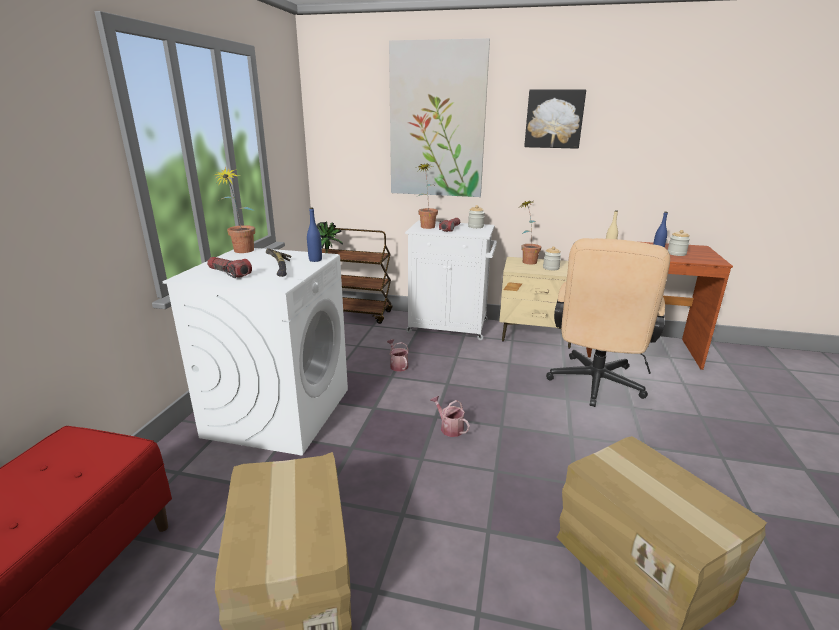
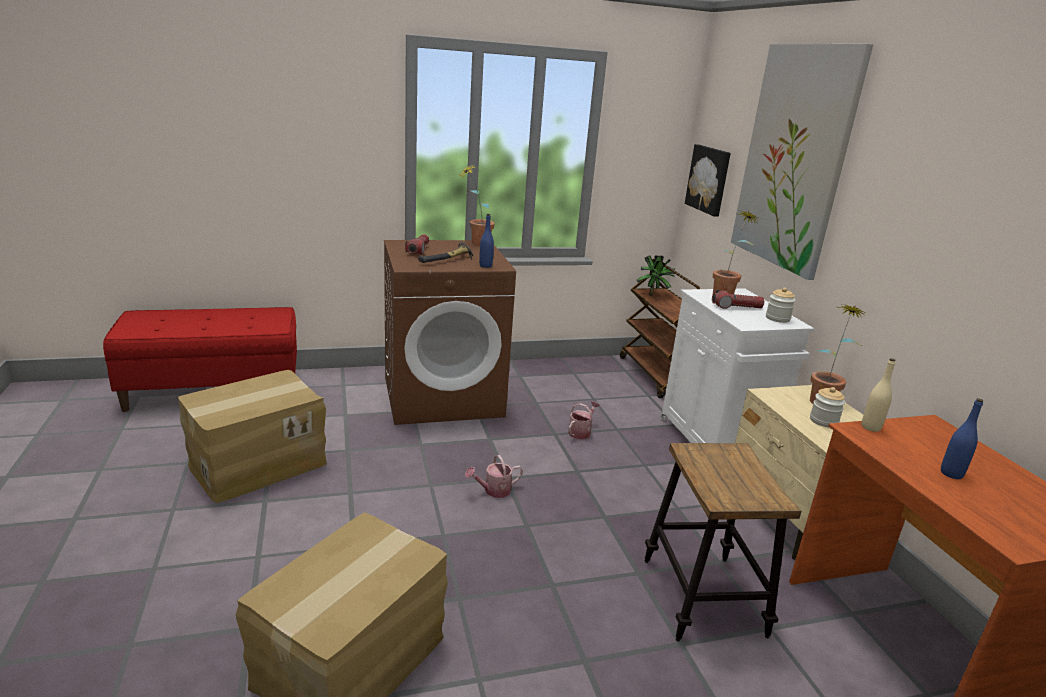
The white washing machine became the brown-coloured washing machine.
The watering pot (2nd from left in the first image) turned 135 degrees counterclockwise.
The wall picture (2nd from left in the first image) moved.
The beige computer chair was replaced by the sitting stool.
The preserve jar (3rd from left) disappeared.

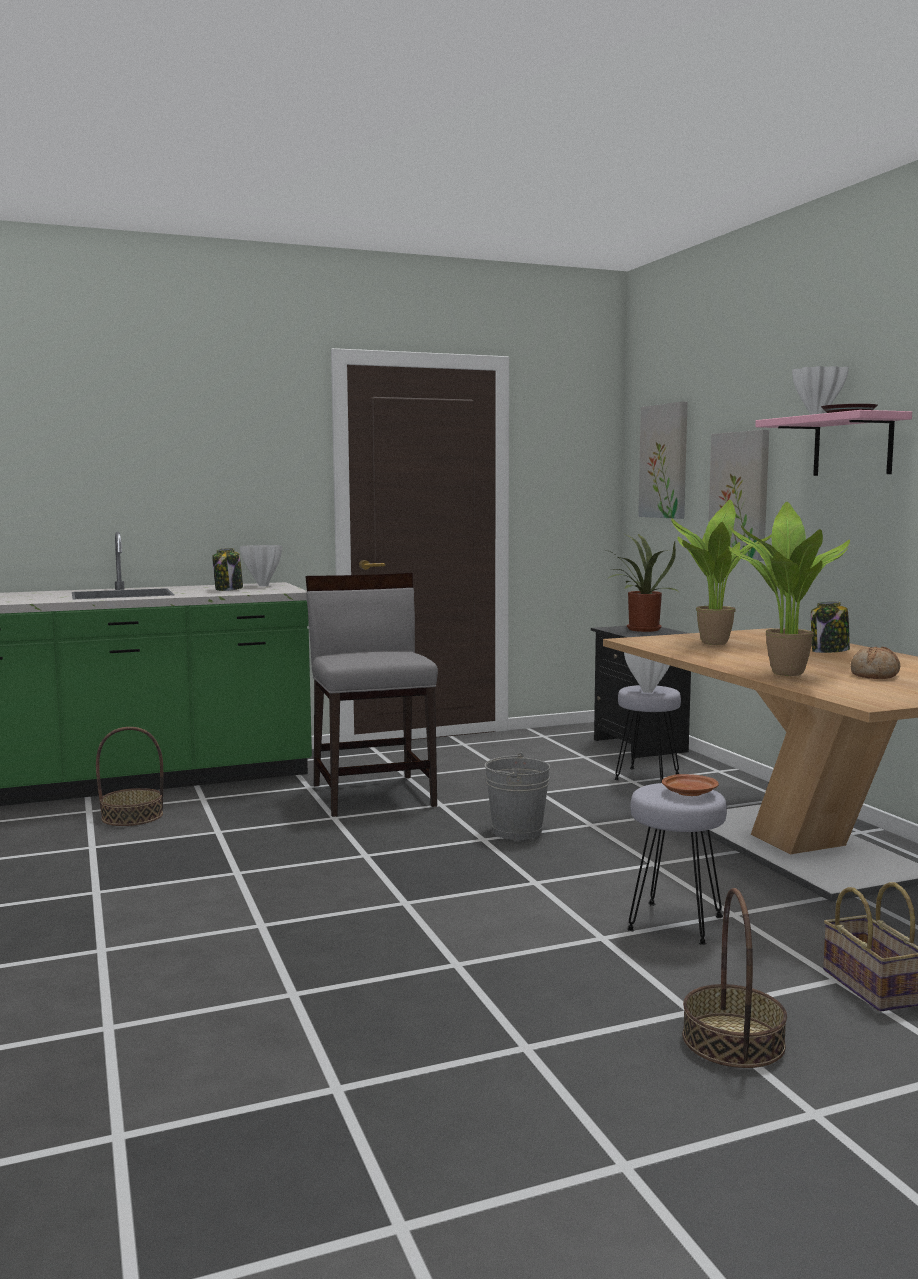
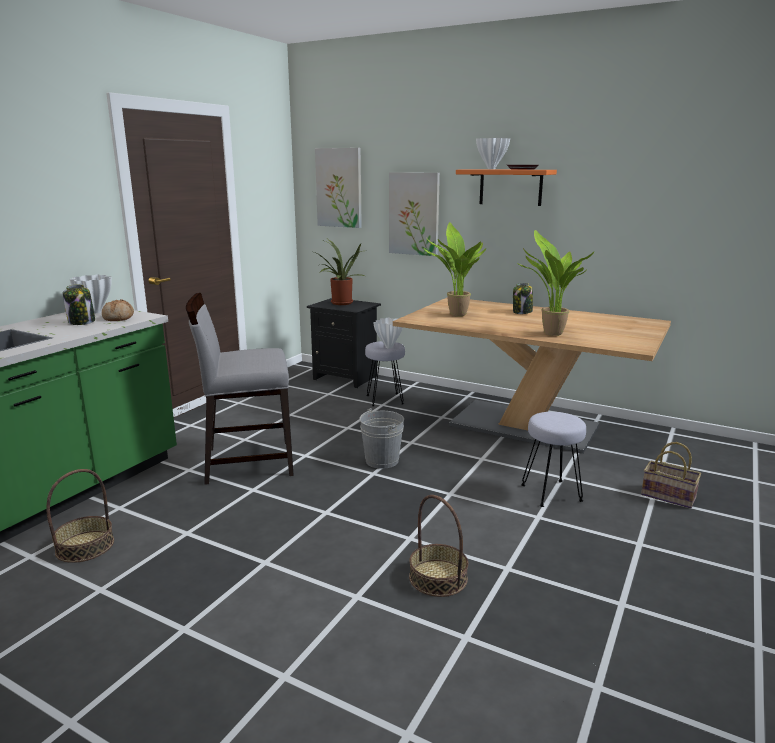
The gray upright chair turned 45 degrees counterclockwise.
The brown-coloured flat dish (1st from left) disappeared.
The storage basket (2nd from left) moved.
The pink-coloured wall shelf became the orange wall shelf.
The bakery bread moved.

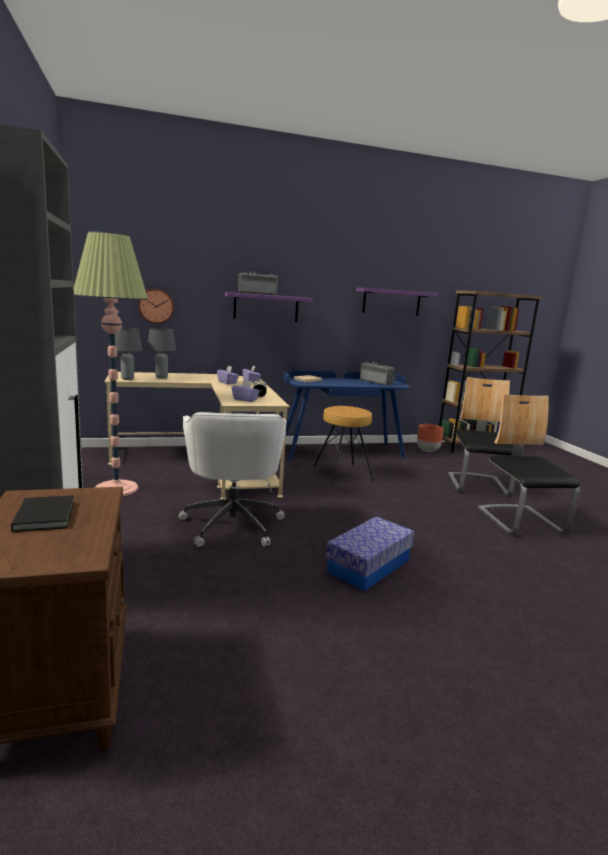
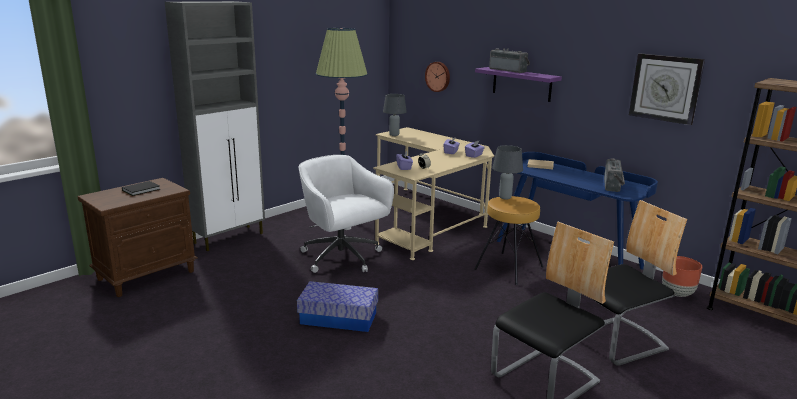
The gray tabletop lamp (2nd from left) moved.
The white computer chair turned 90 degrees clockwise.
The purplish wall shelf (2nd from left) was replaced by the hanging clock (2nd from left).

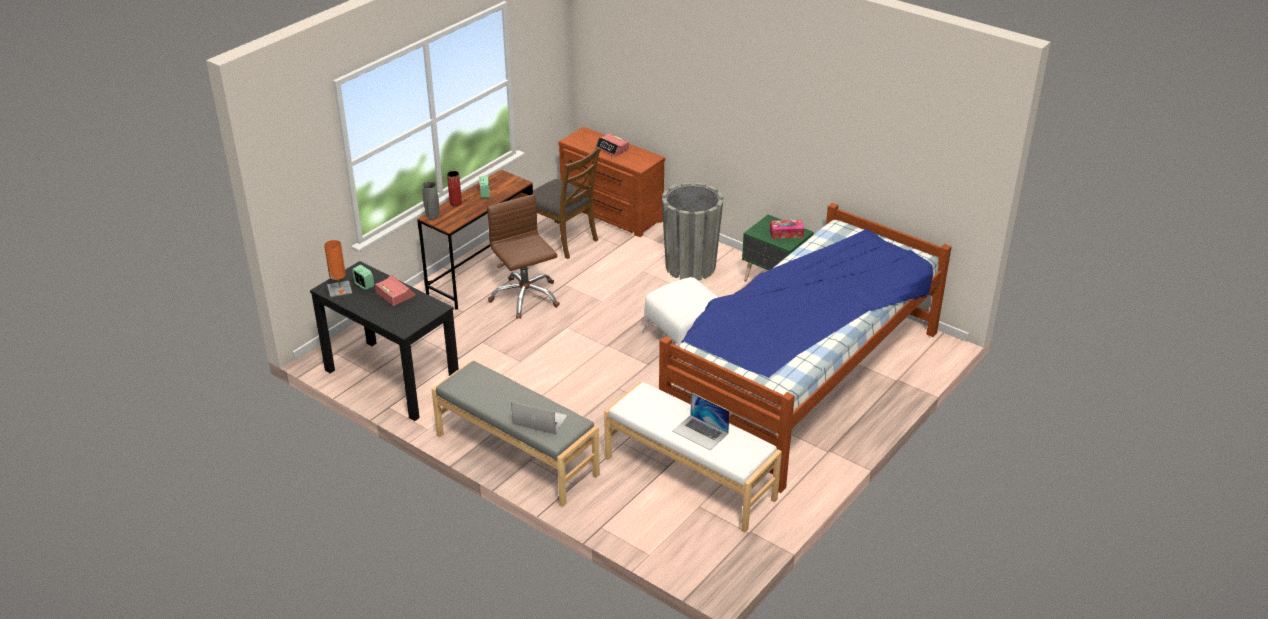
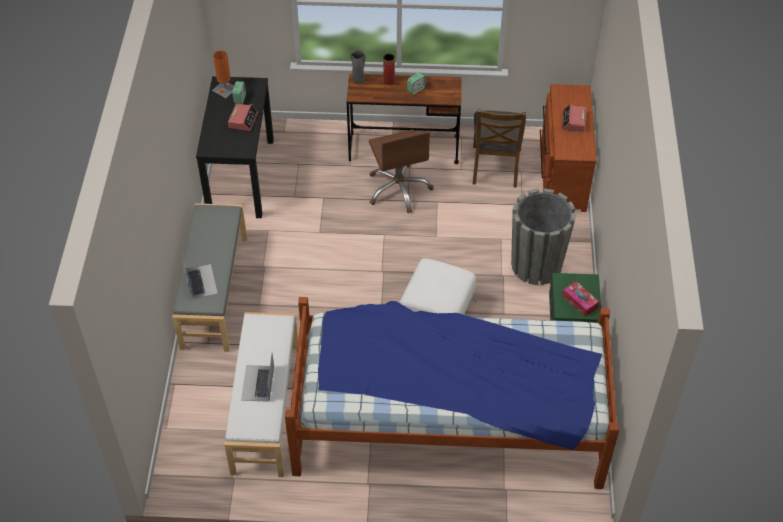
The brown-coloured computer chair turned 135 degrees clockwise.

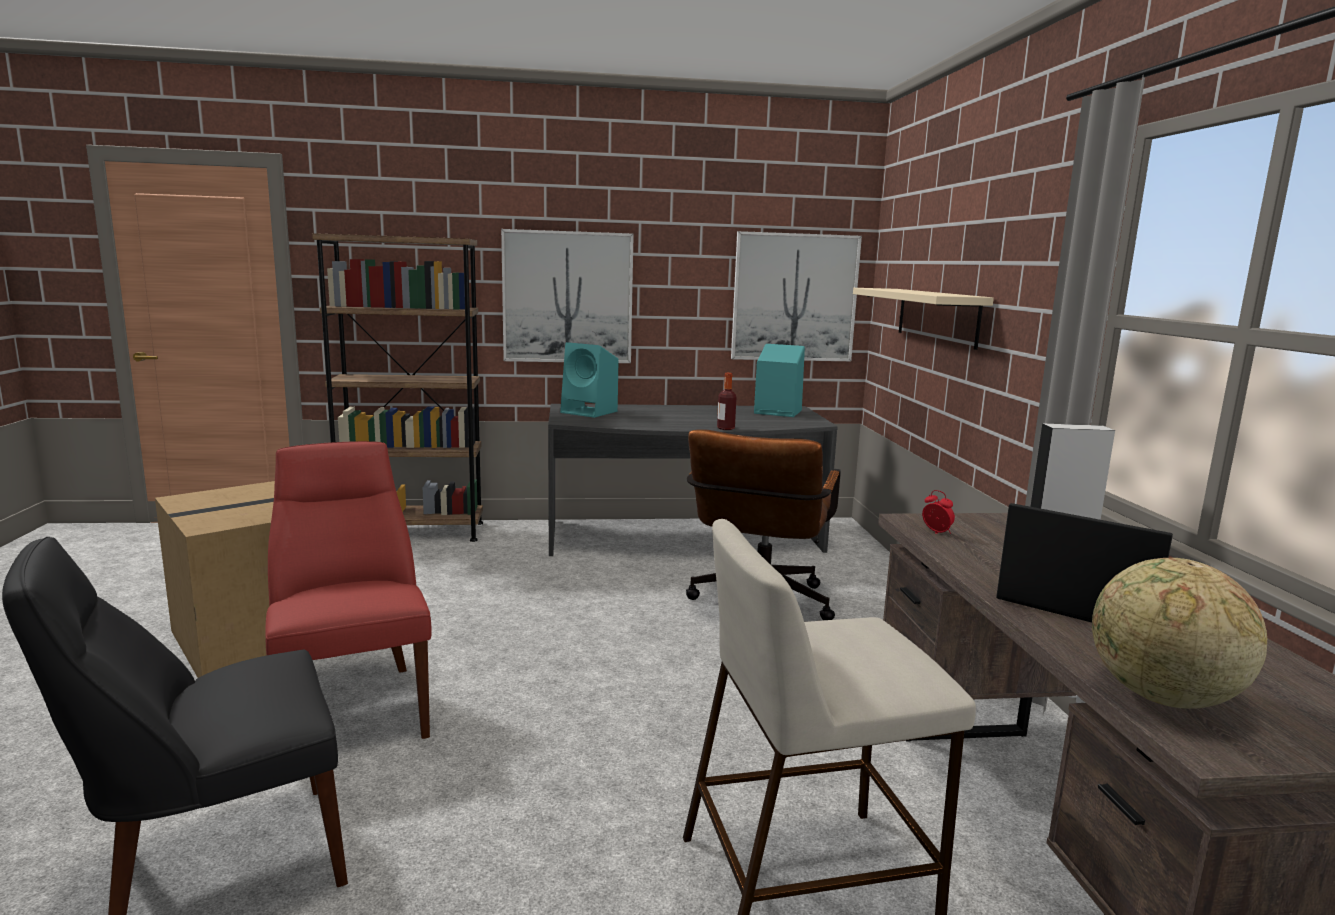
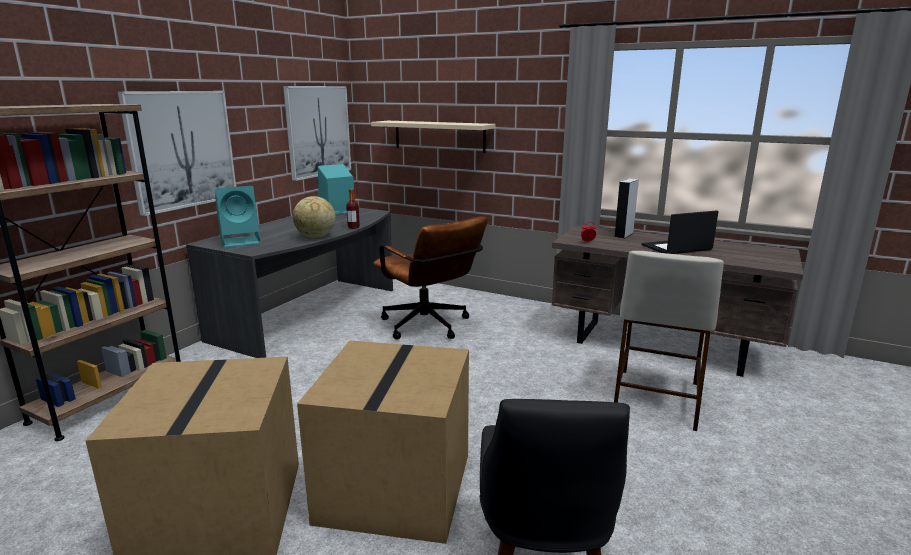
The reddish upright chair was replaced by the carton (2nd from left).
The desk globe moved.

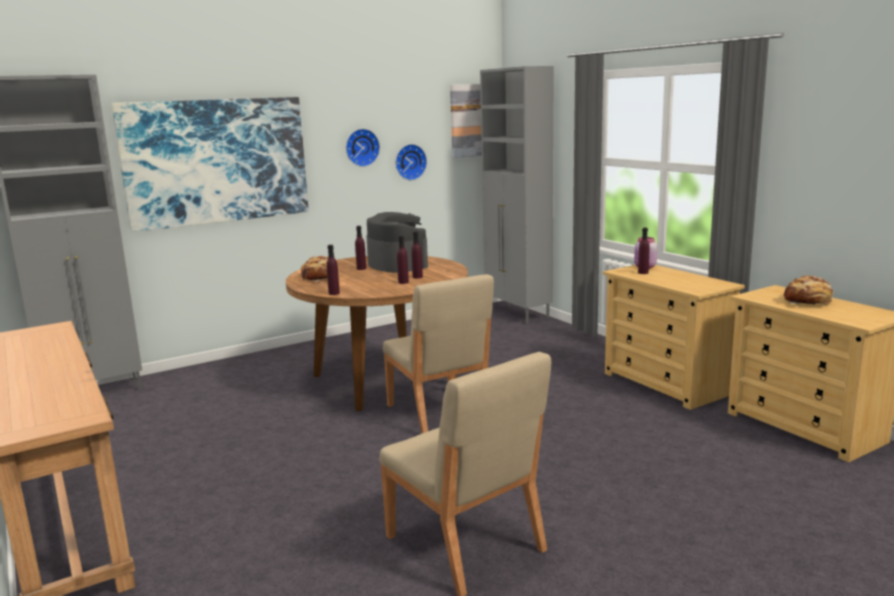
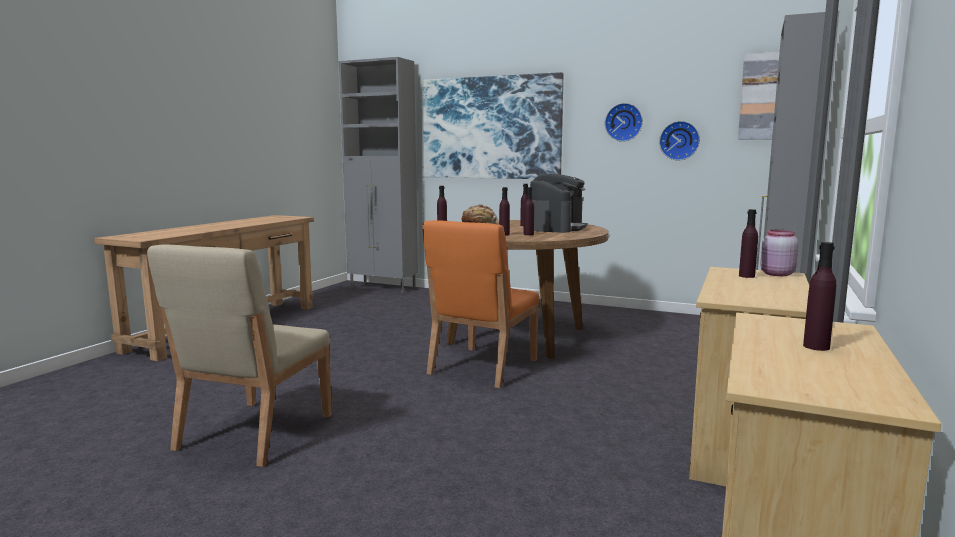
The beige upright chair (1st from left) became the orange upright chair.
The bakery bread (2nd from left) was replaced by the purplish drink bottle (6th from left).

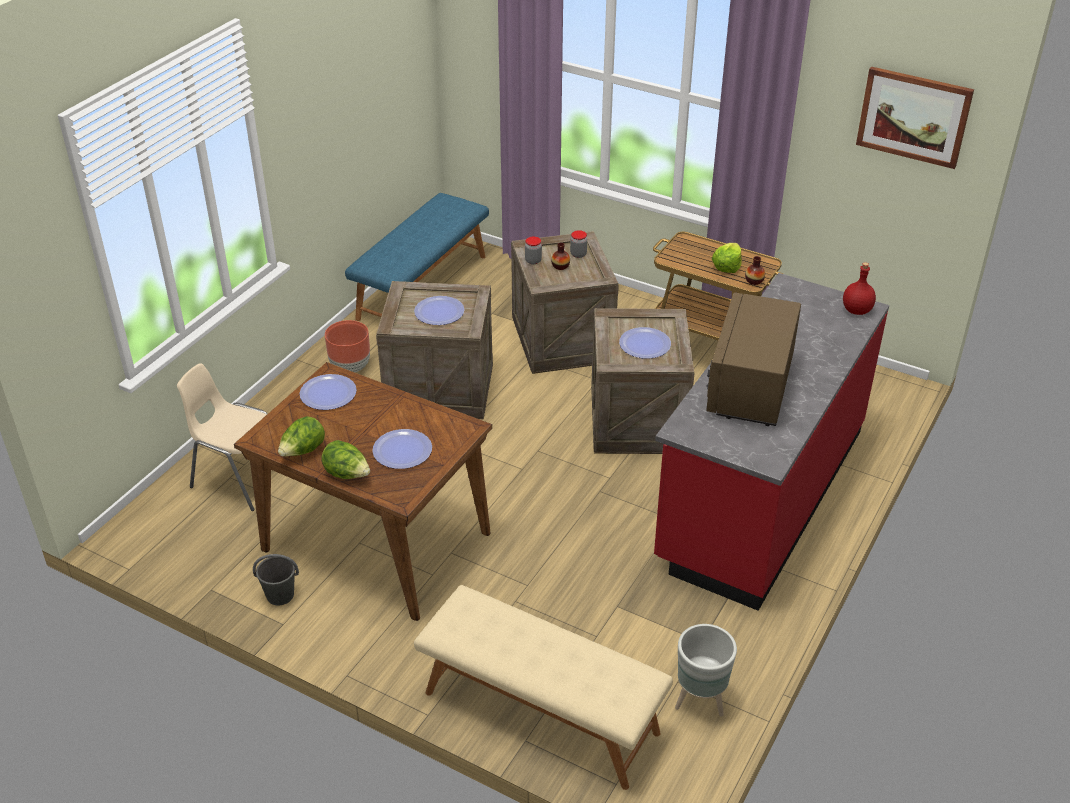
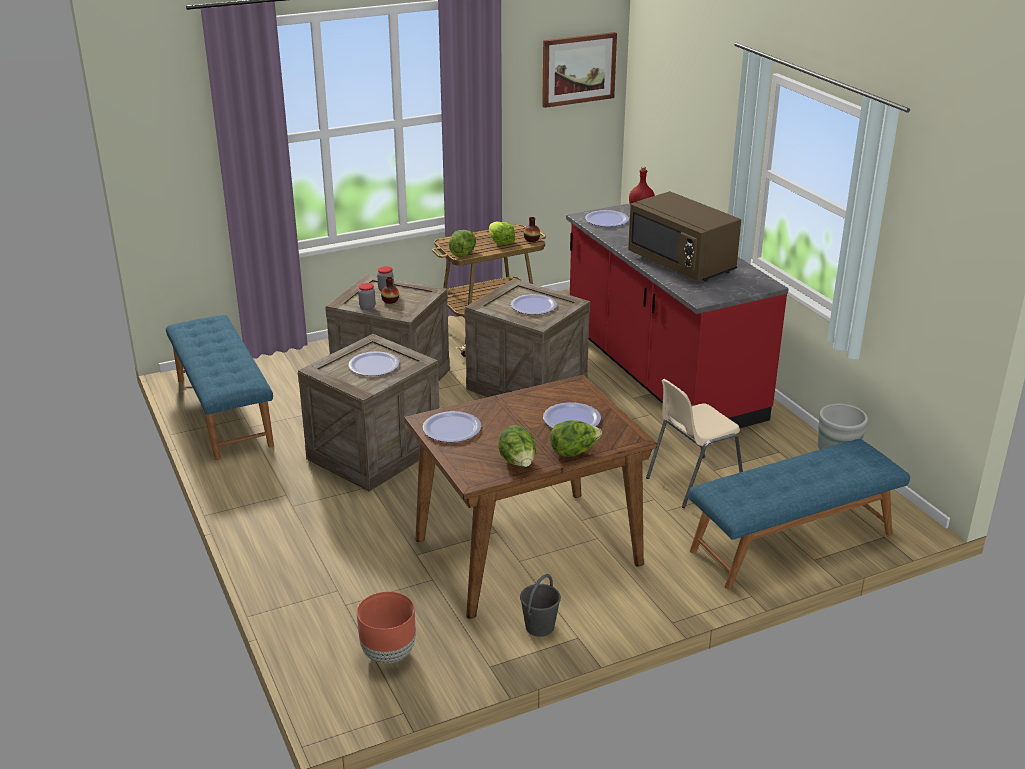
The beige upright chair moved.
The brown-coloured planter moved.
The beige indoor bench became the blue indoor bench (2nd from left).
The lettuce (1st from left) appeared.
The flat dish (5th from left) appeared.

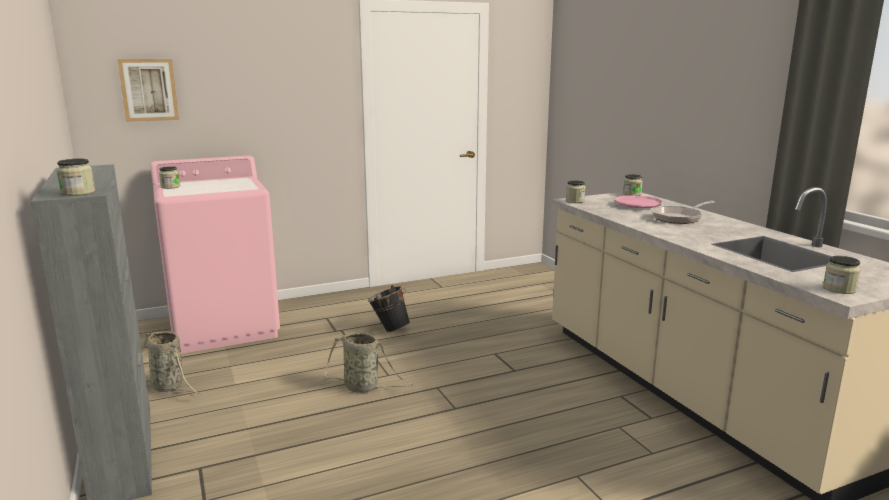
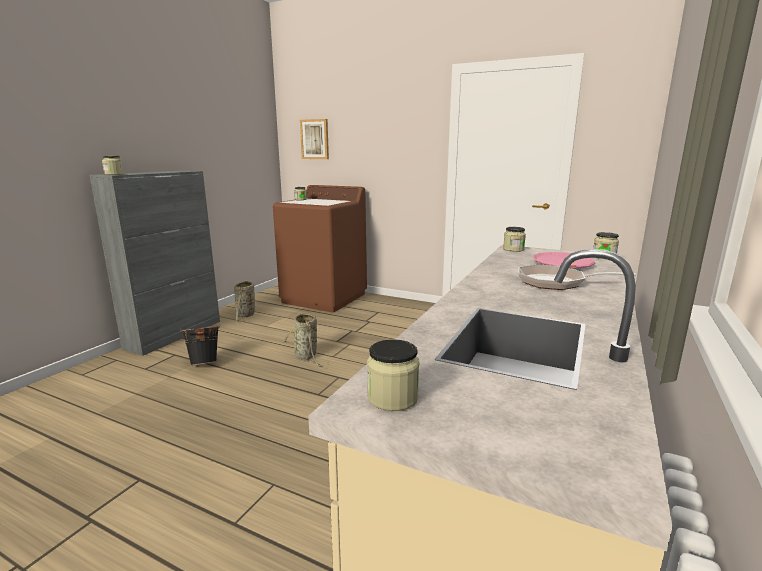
The pink-coloured washing machine became the brown-coloured washing machine.
The blackish water bucket moved.

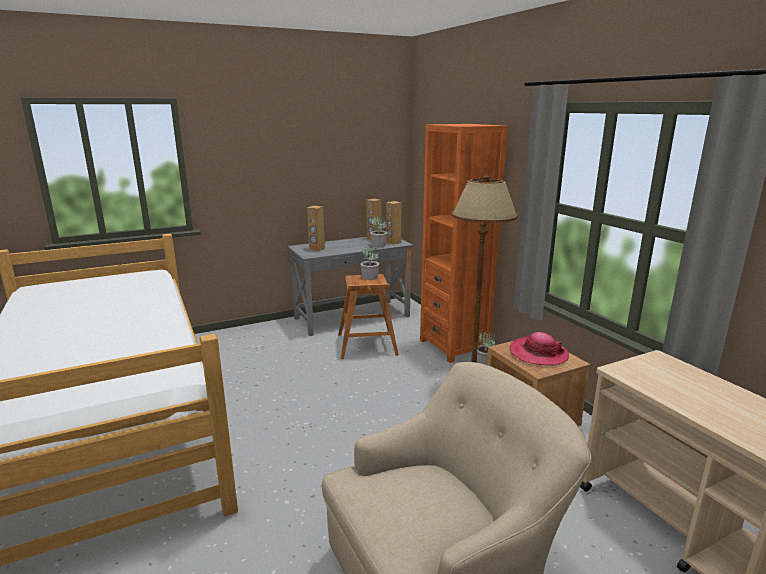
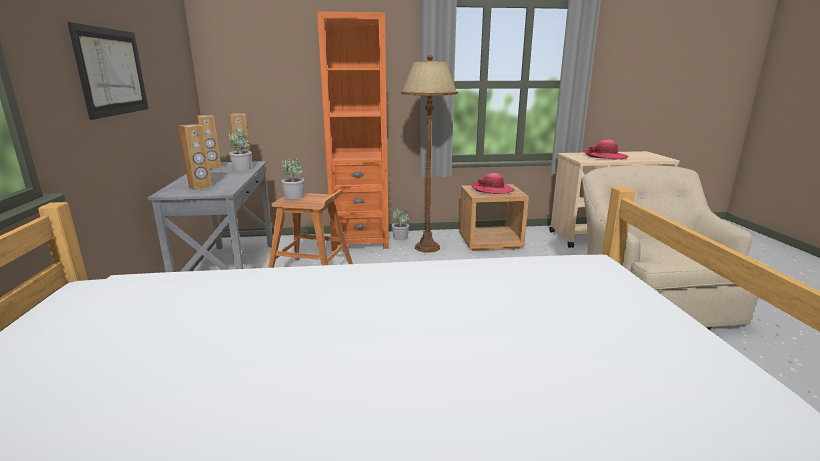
The wall picture appeared.
The wearable hat (2nd from left) appeared.

